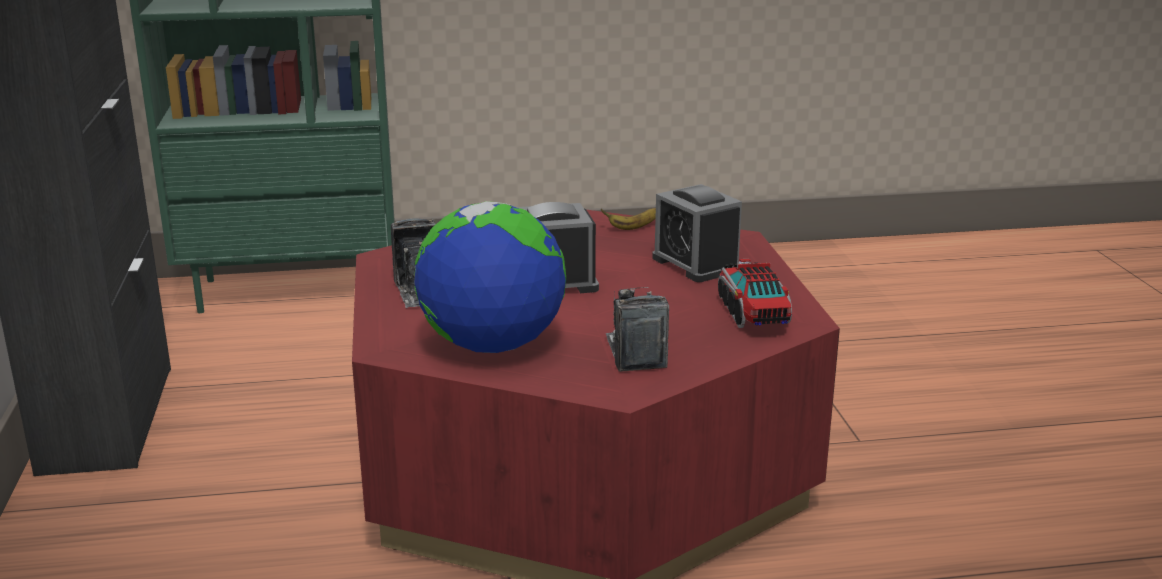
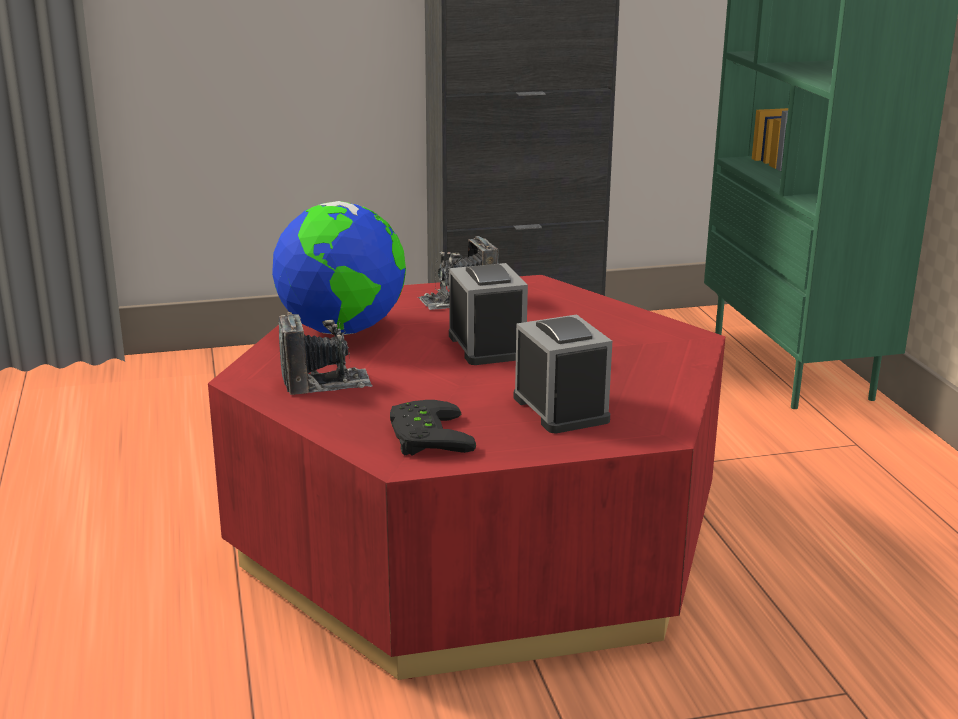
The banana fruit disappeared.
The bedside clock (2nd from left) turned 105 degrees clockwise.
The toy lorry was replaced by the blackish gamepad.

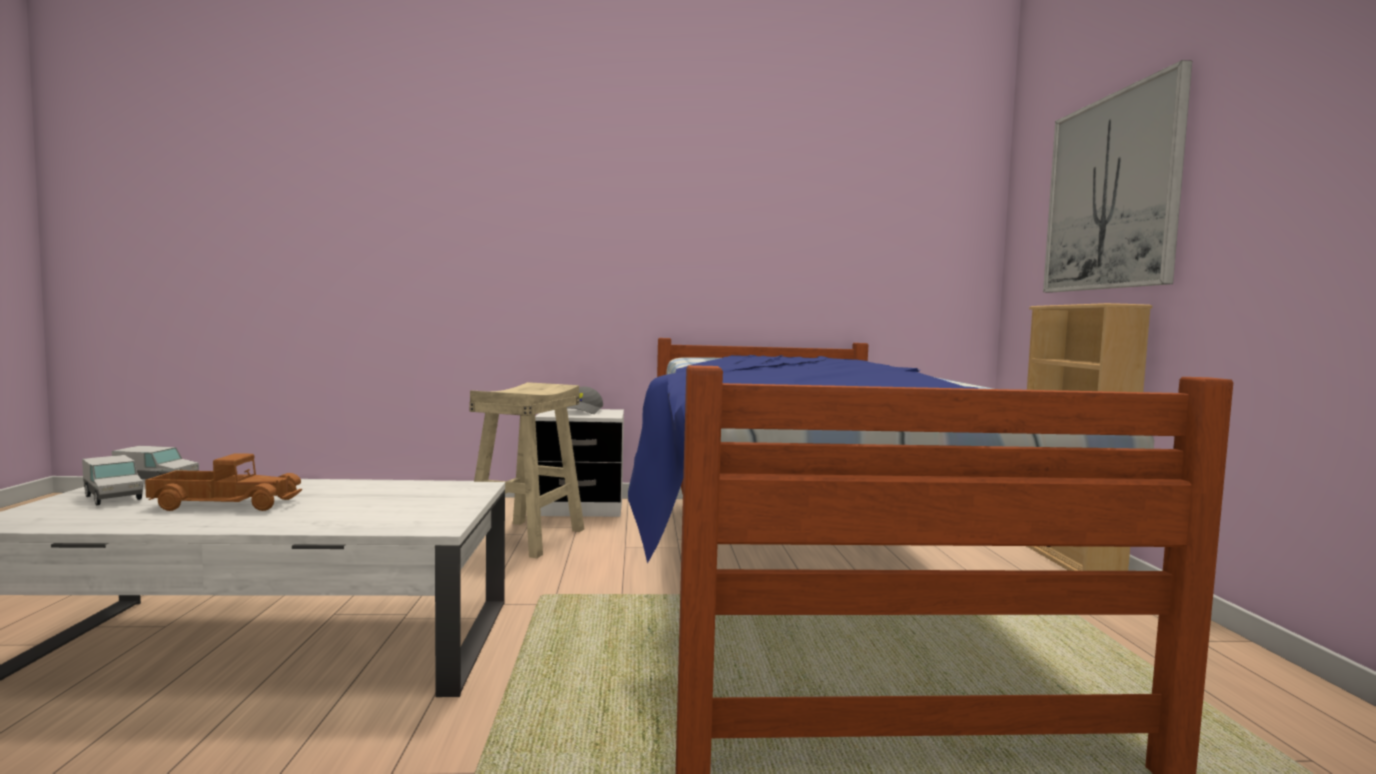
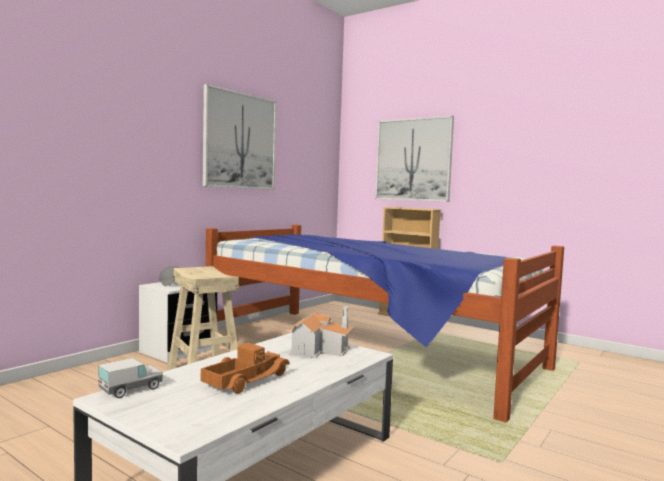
The toy lorry (1st from left) disappeared.
The wall picture (1st from left) appeared.
The miniature house appeared.

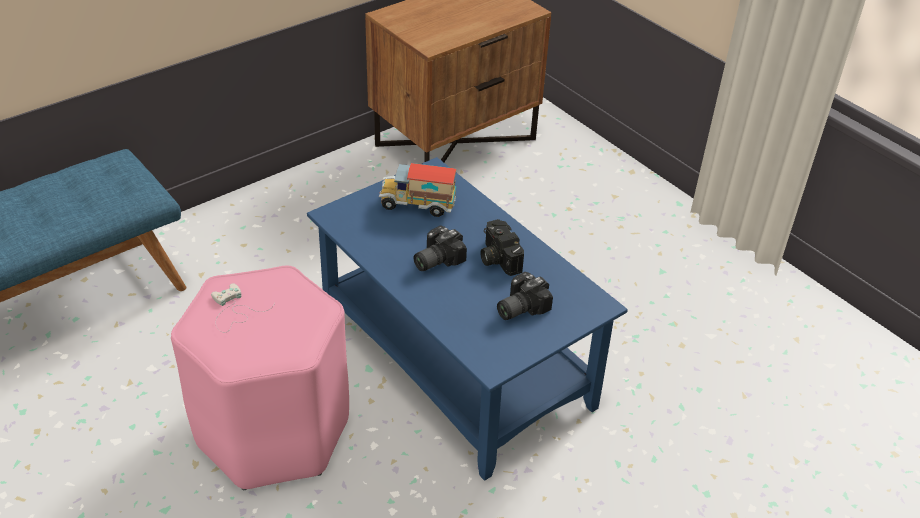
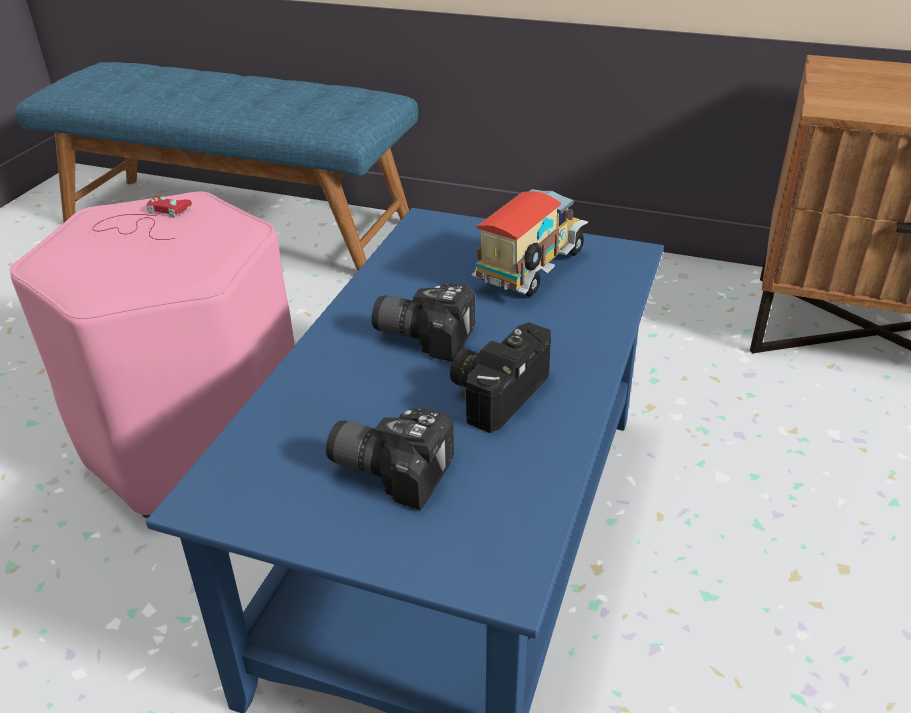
The white gamepad became the reddish gamepad.
The toy lorry turned 60 degrees clockwise.

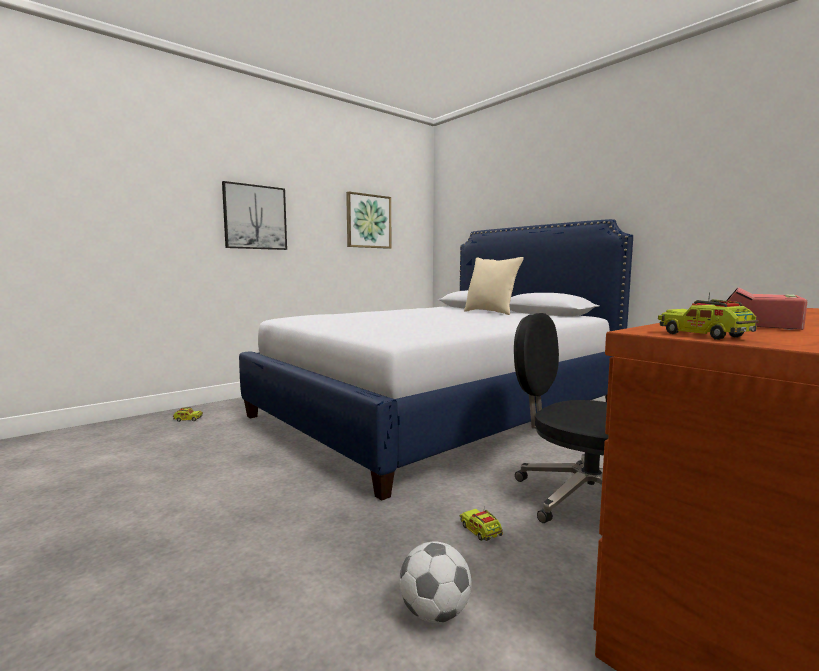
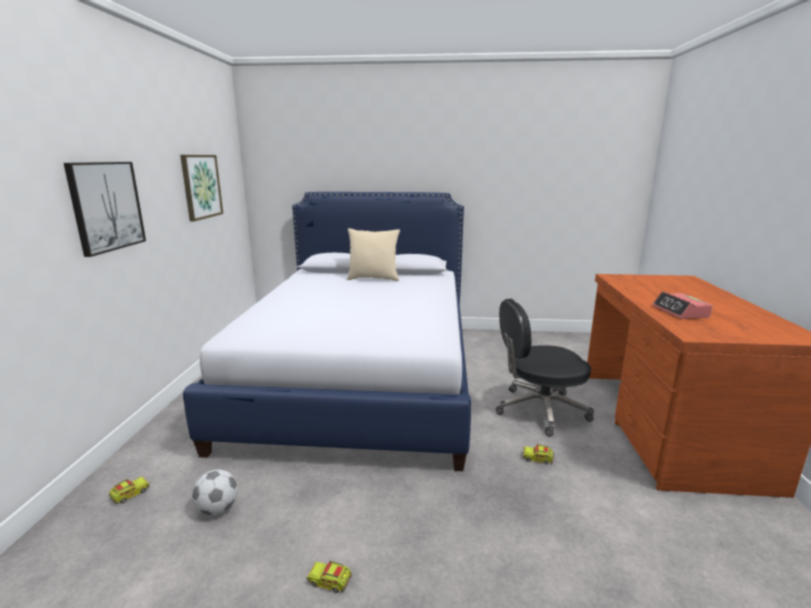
The ball for football moved.
The toy lorry (3rd from left in the first image) moved.

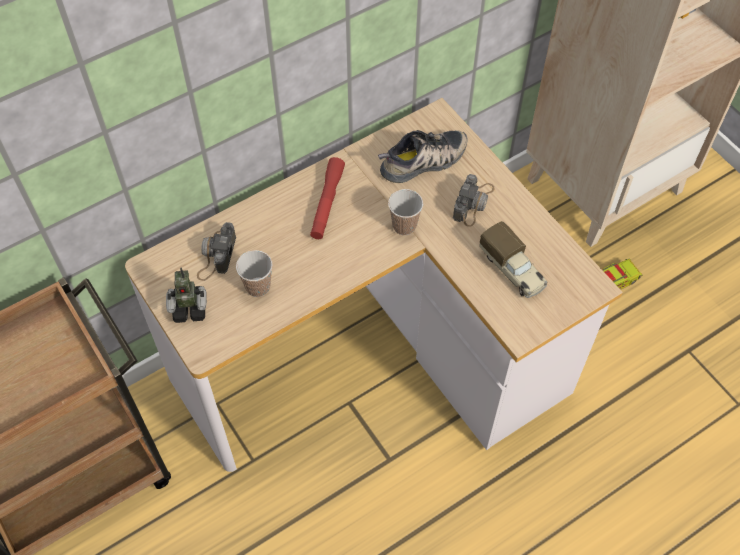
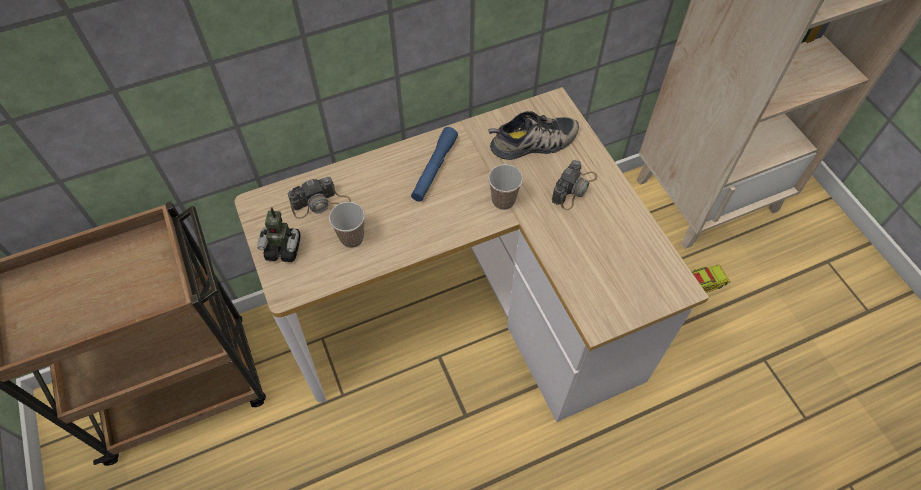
The photo camera (1st from left) turned 135 degrees counterclockwise.
The reddish torch became the blue torch.
The toy lorry (1st from left) disappeared.

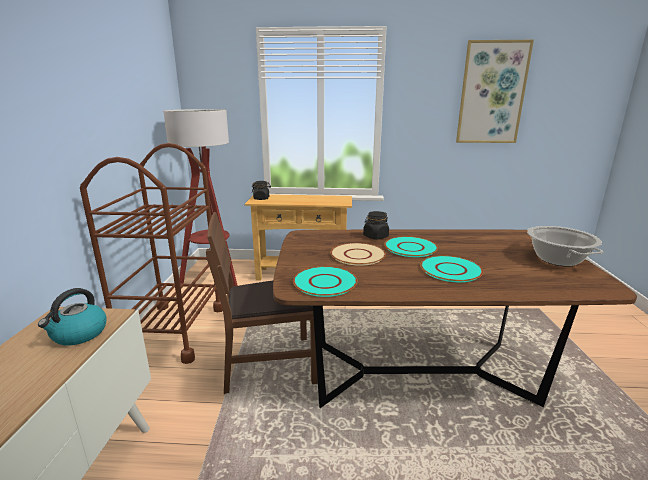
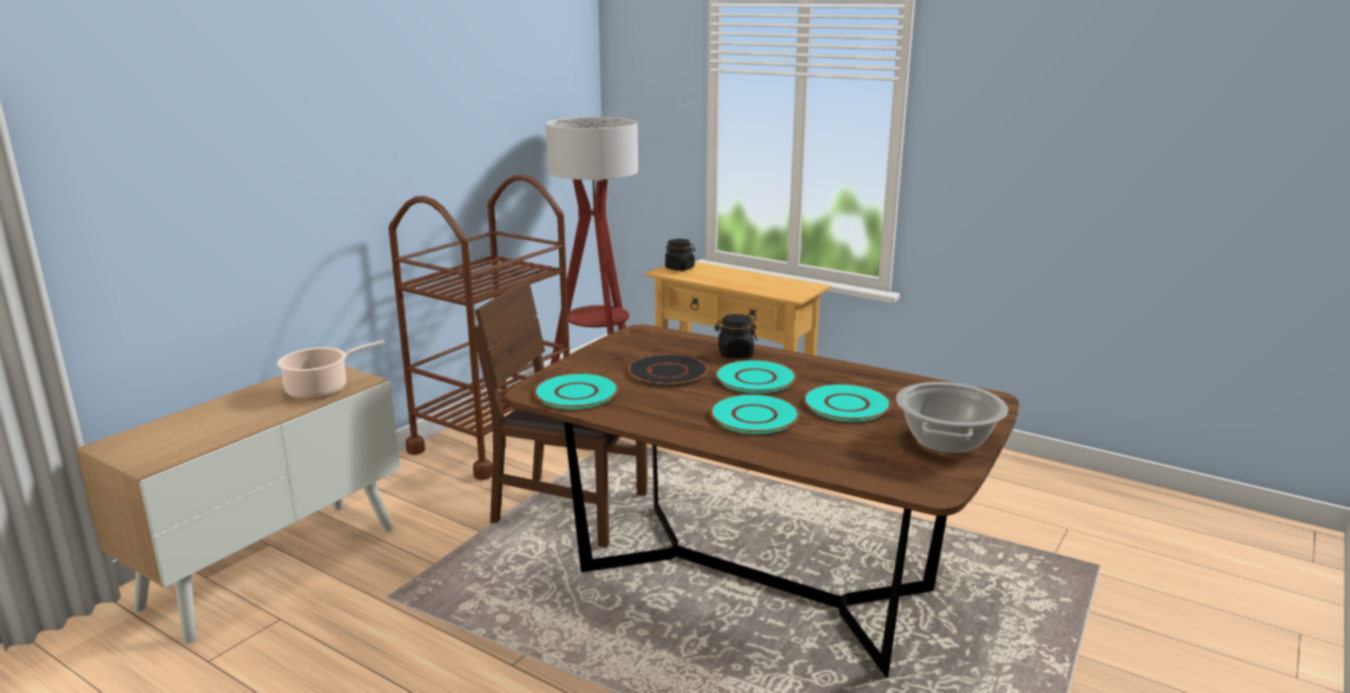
The kettle was replaced by the cooking pot (1st from left).
The beige flat dish became the blackish flat dish.
The wall picture disappeared.
The blue-green flat dish (4th from left) appeared.

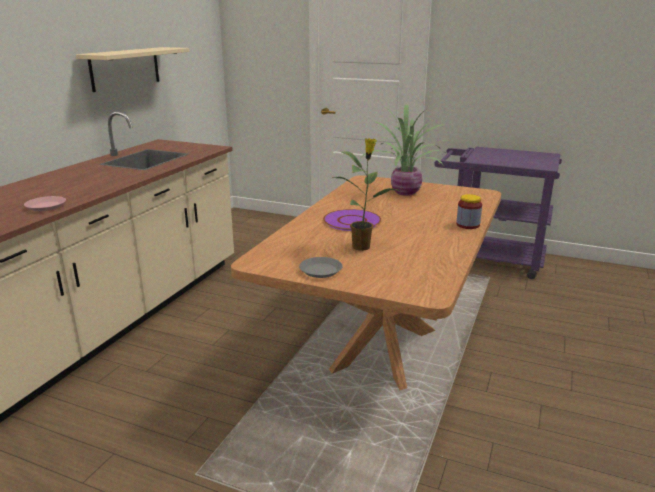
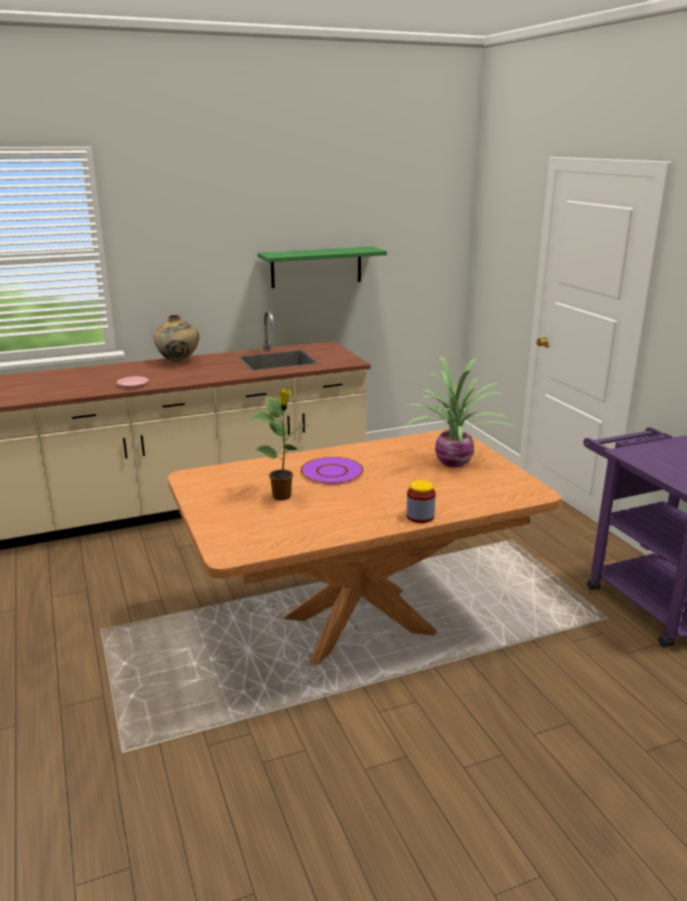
The beige wall shelf became the greenish wall shelf.
The gray flat dish disappeared.
The beige flower vase appeared.

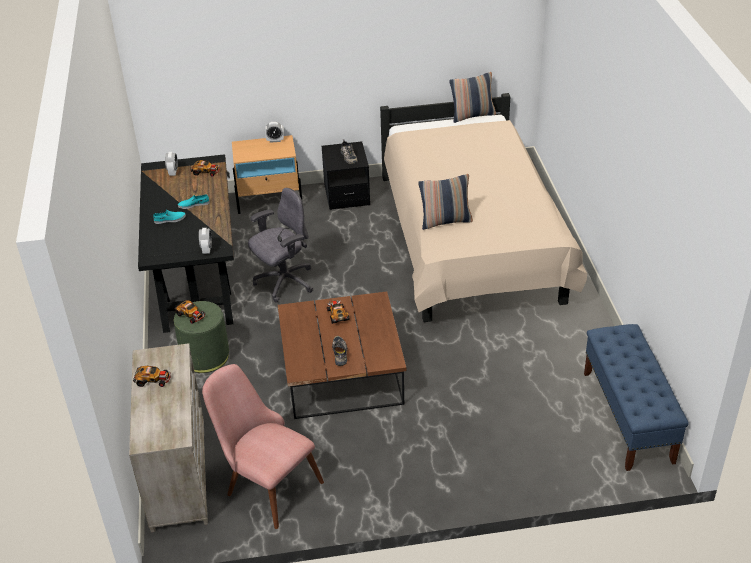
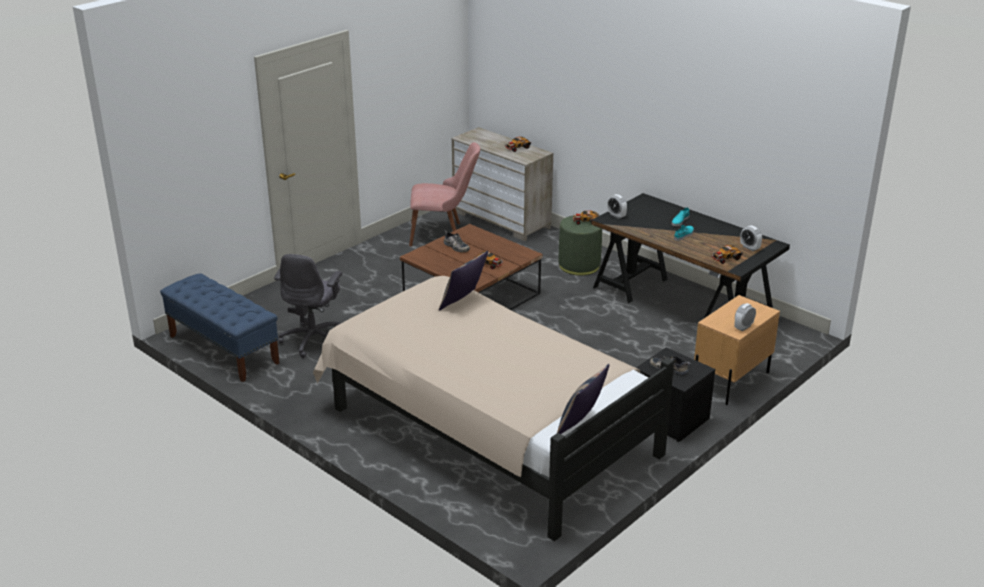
The gray computer chair moved.

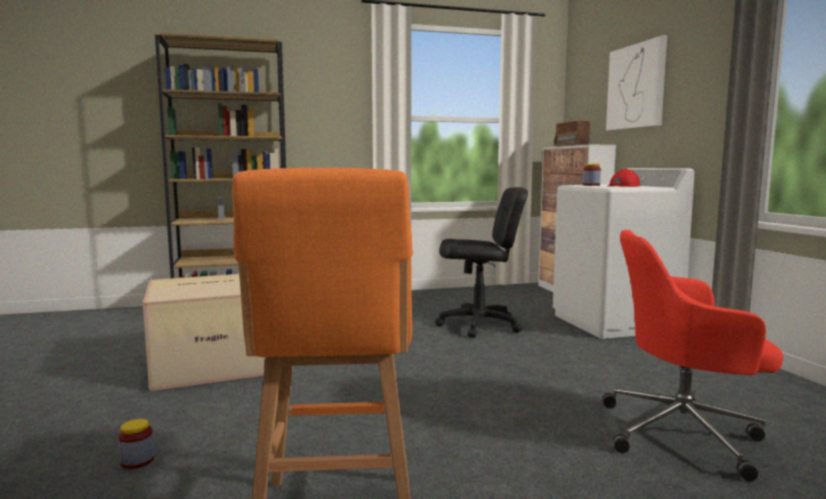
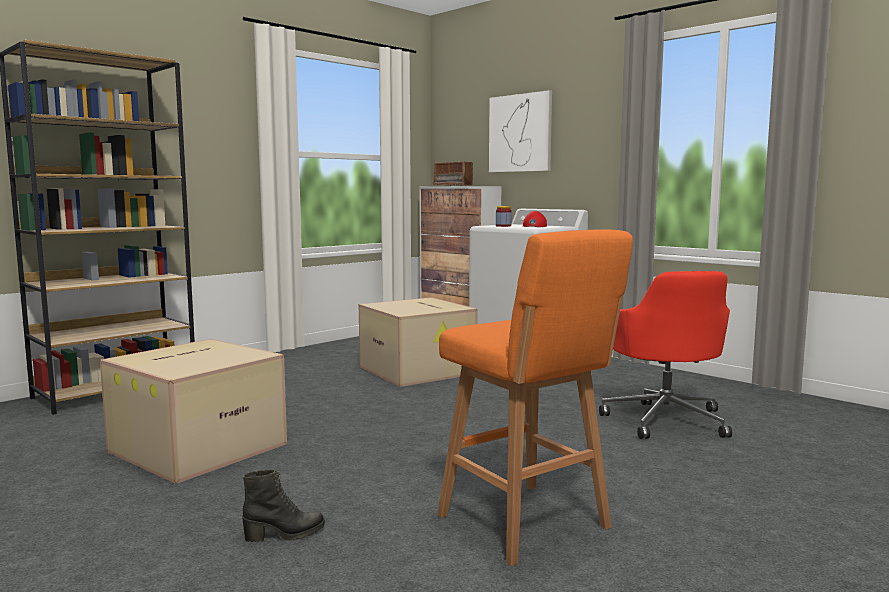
The preserve jar (1st from left) was replaced by the blackish boot.
The blackish computer chair was replaced by the carton (2nd from left).
The reddish computer chair turned 75 degrees counterclockwise.

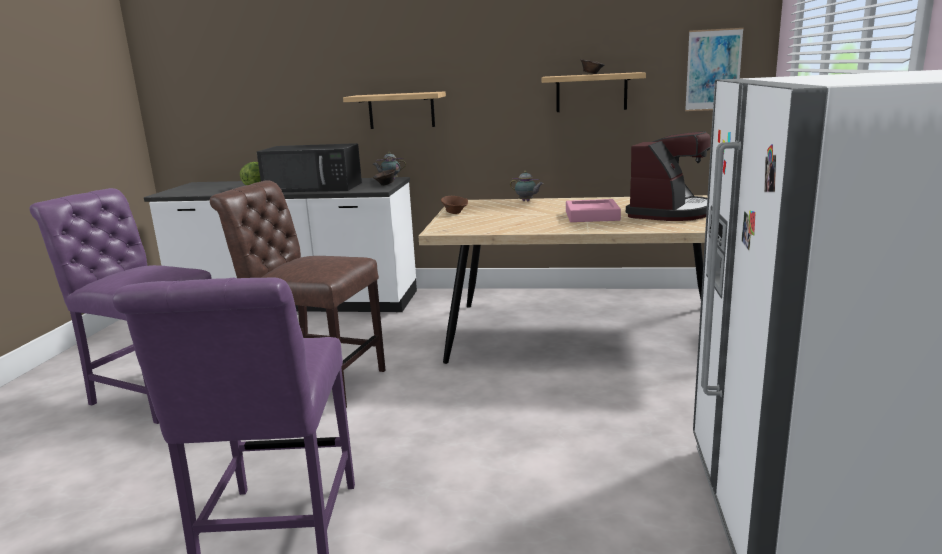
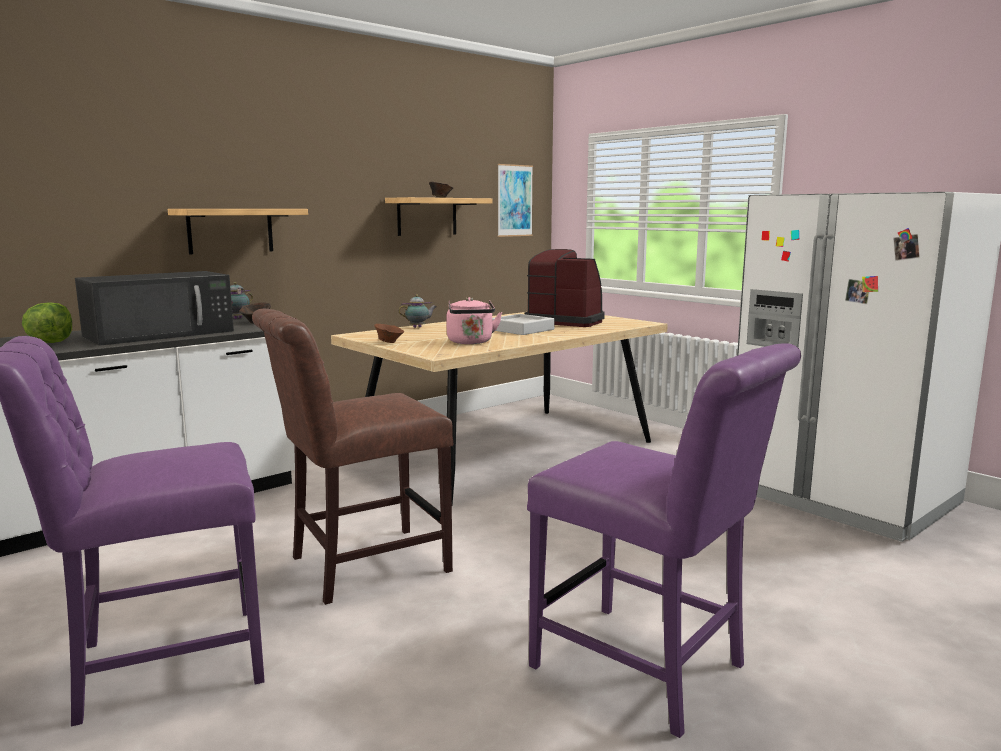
The pink-coloured carrying tray became the gray carrying tray.
The coffee brewer turned 45 degrees counterclockwise.
The pink-coloured kettle appeared.

